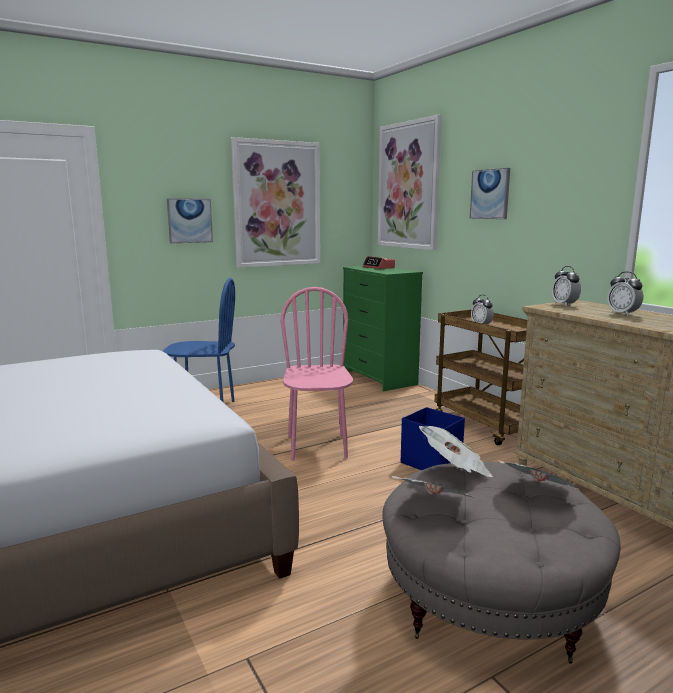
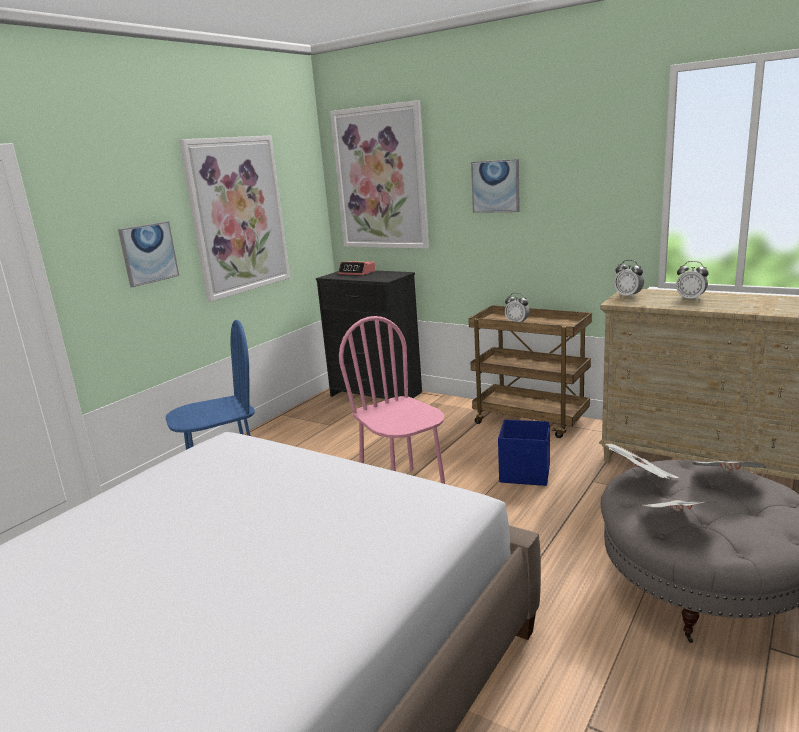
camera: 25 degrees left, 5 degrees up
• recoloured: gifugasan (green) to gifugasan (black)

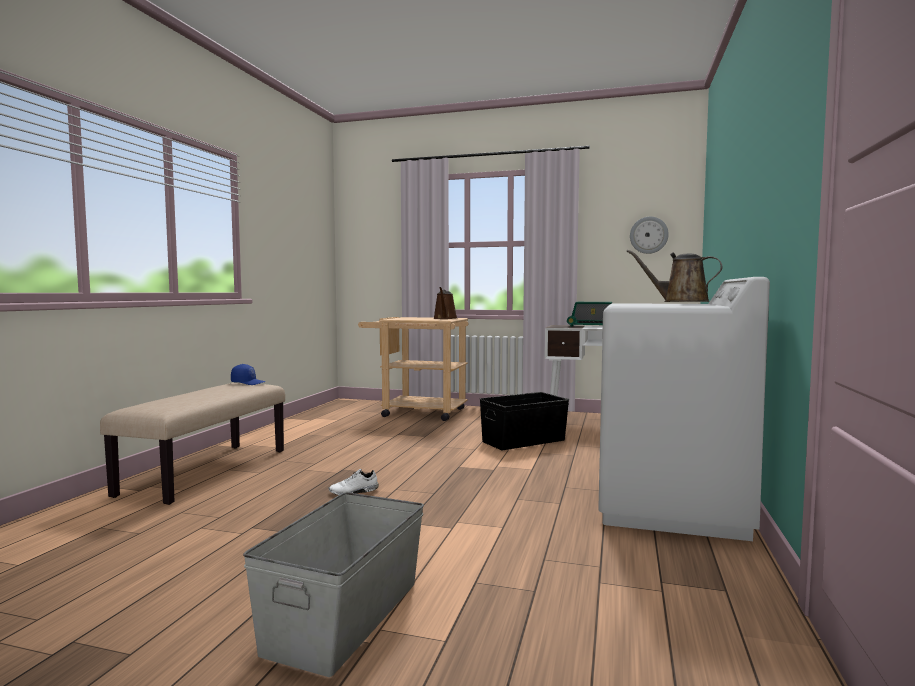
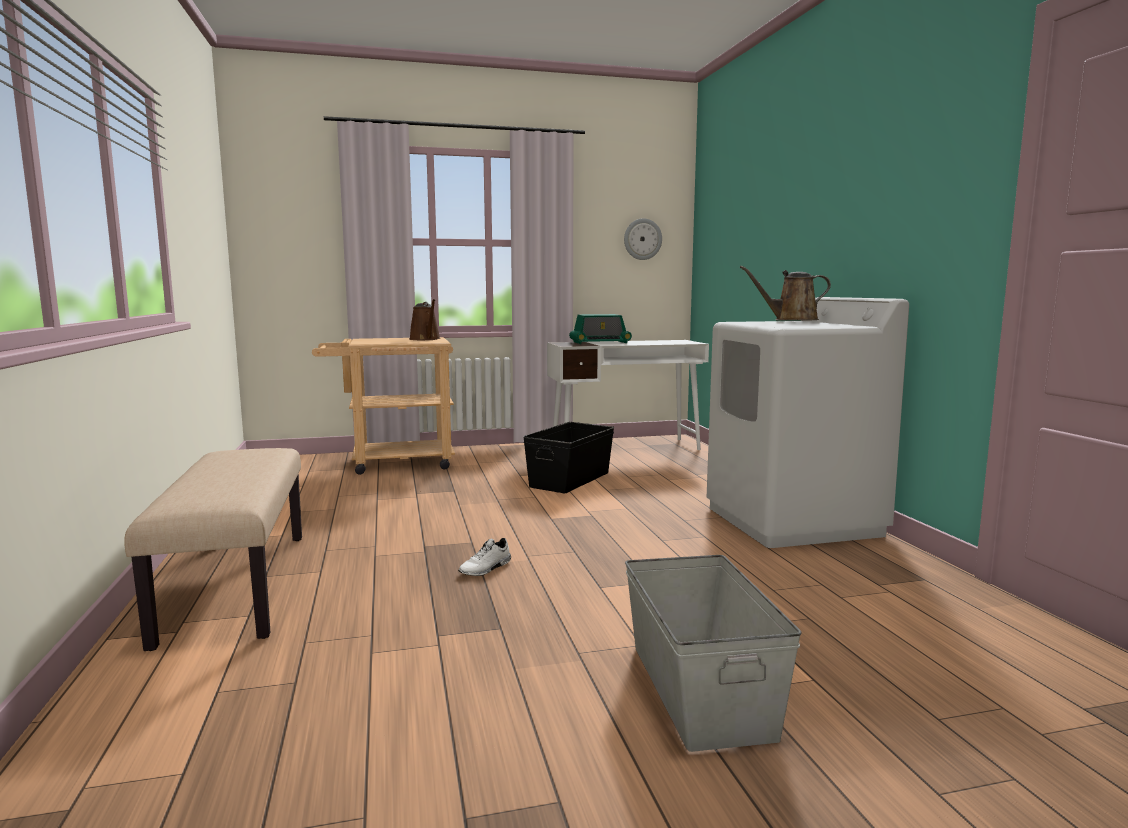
camera: 30 degrees left, 5 degrees up
• removed: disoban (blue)

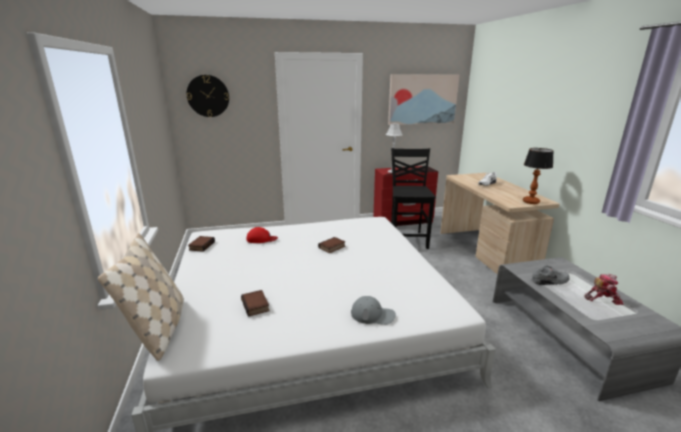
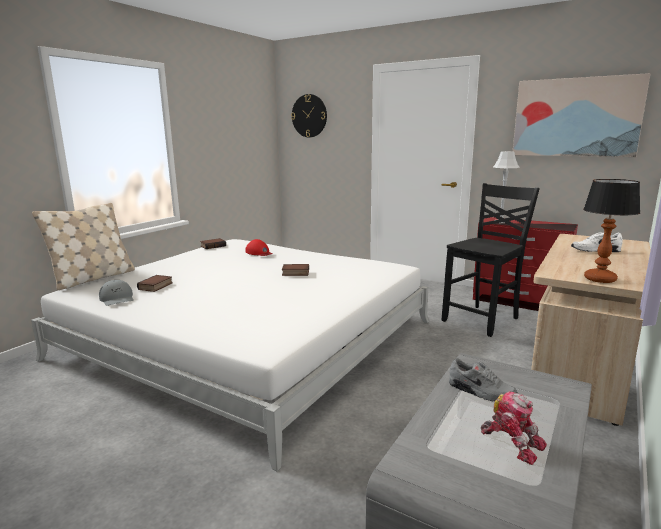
camera: 45 degrees right, 5 degrees down
• moved: disoban (grey)

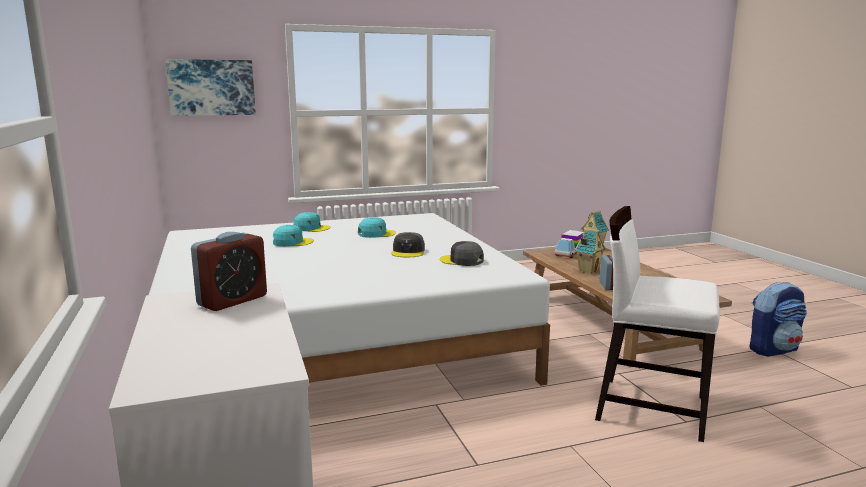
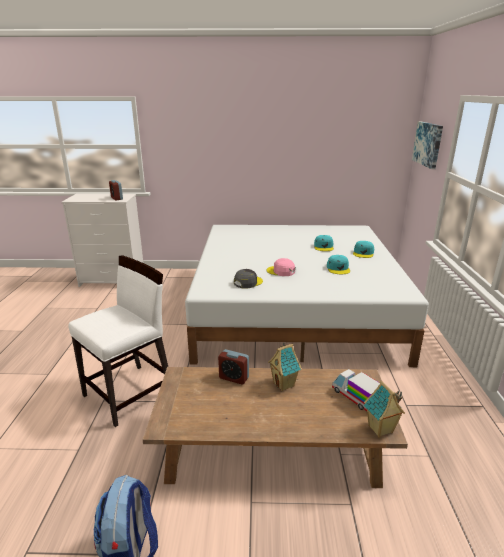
camera: 110 degrees right, 10 degrees up
• recoloured: disoban (grey) (1st from left) to disoban (pink)

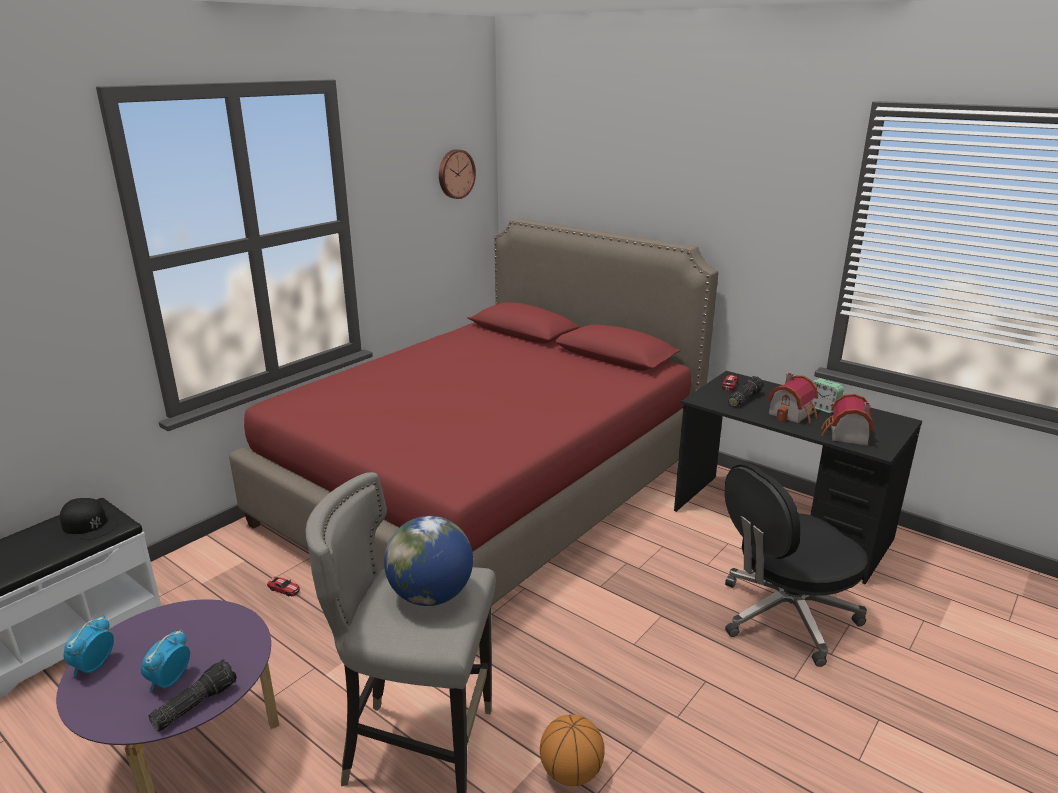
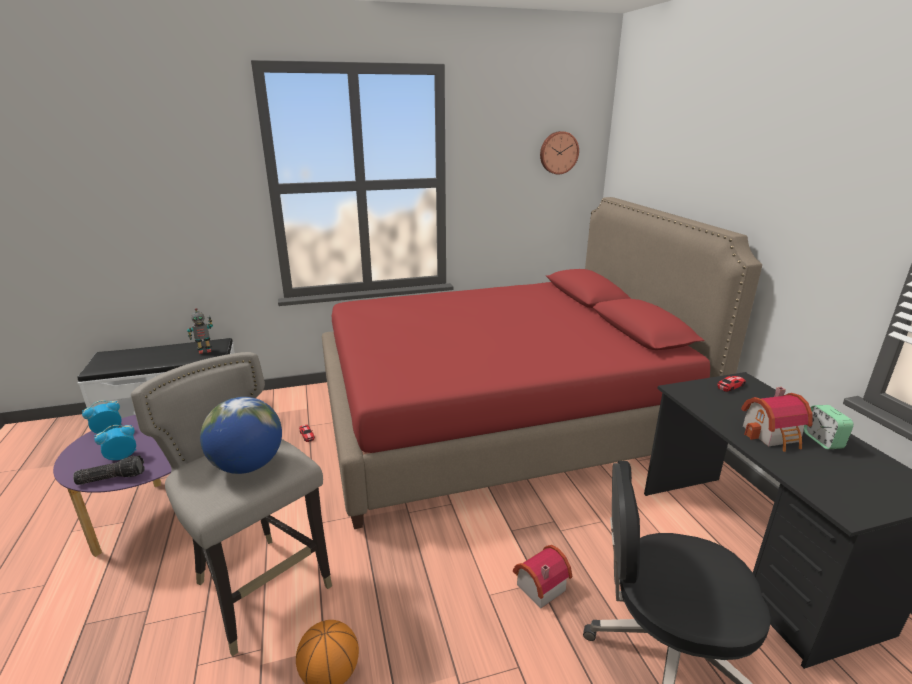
camera: 35 degrees right, 0 degrees up
• replaced: disoban (black) to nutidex
• removed: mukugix (2nd from left)
• moved: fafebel (2nd from left in the first image) to fafebel (1st from left)

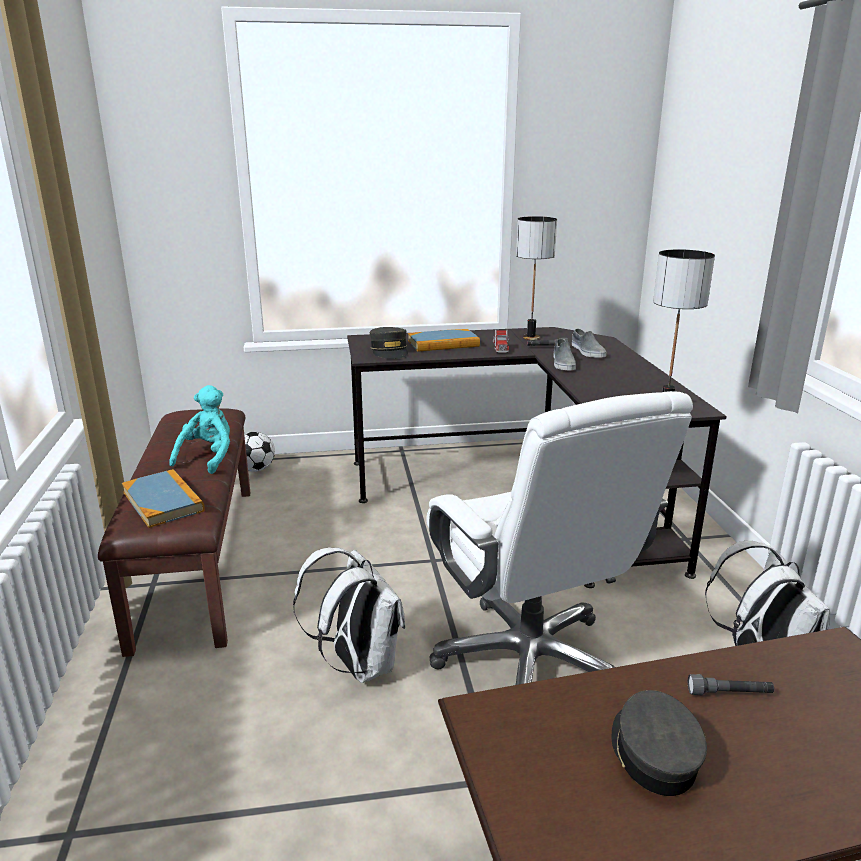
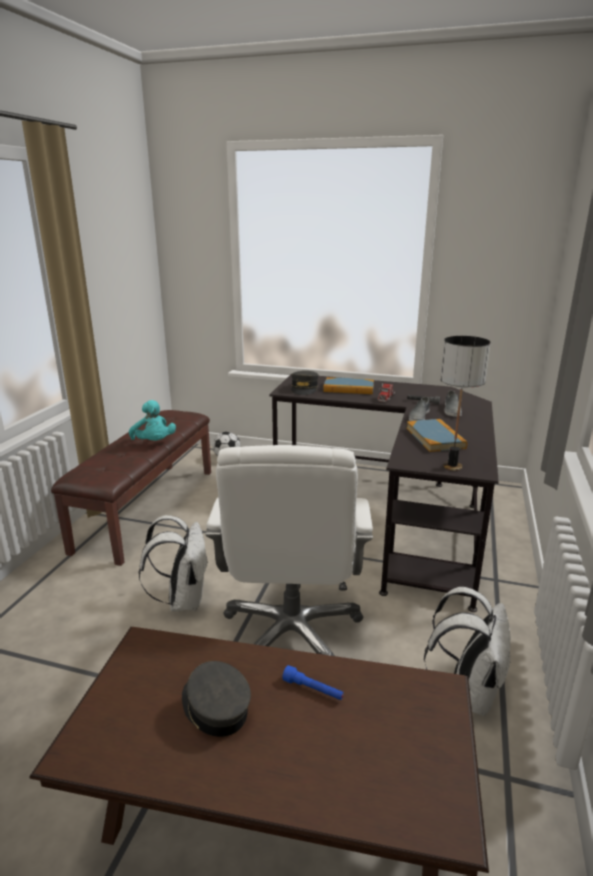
camera: 25 degrees right, 0 degrees up
• moved: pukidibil (1st from left in the first image) to pukidibil (2nd from left)
• turned: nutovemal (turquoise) 105 degrees clockwise
• removed: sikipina (1st from left)
• turned: disoban (grey) (2nd from left in the first image) 60 degrees counterclockwise
• recoloured: mukugix (grey) (2nd from left) to mukugix (blue)

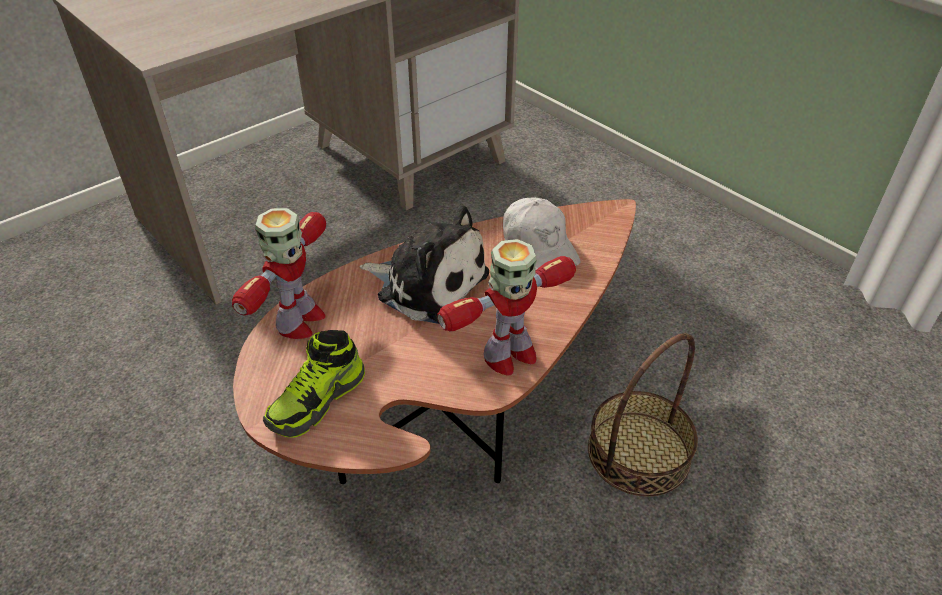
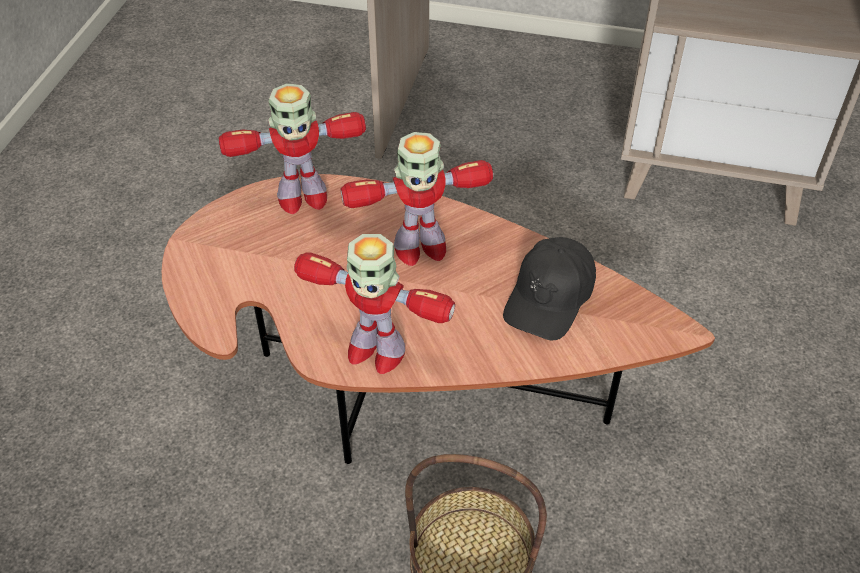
camera: 55 degrees right, 5 degrees up
• removed: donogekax
• replaced: nutovemal to nutidex (3rd from left)
• recoloured: disoban (white) to disoban (black)

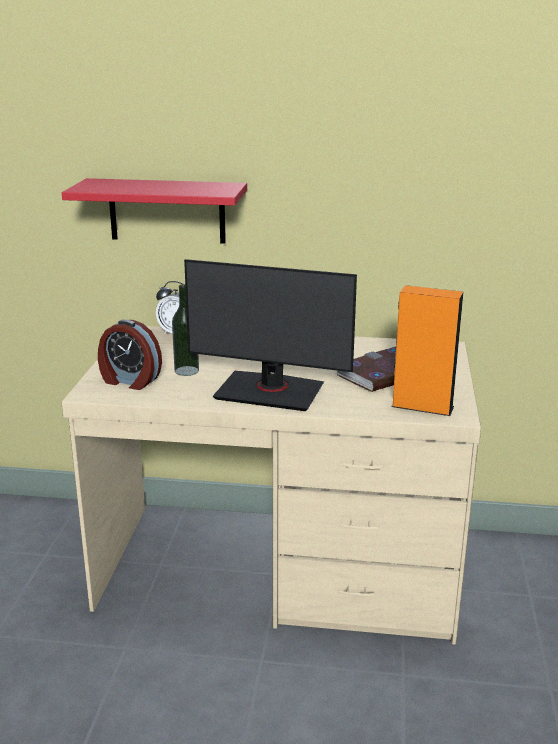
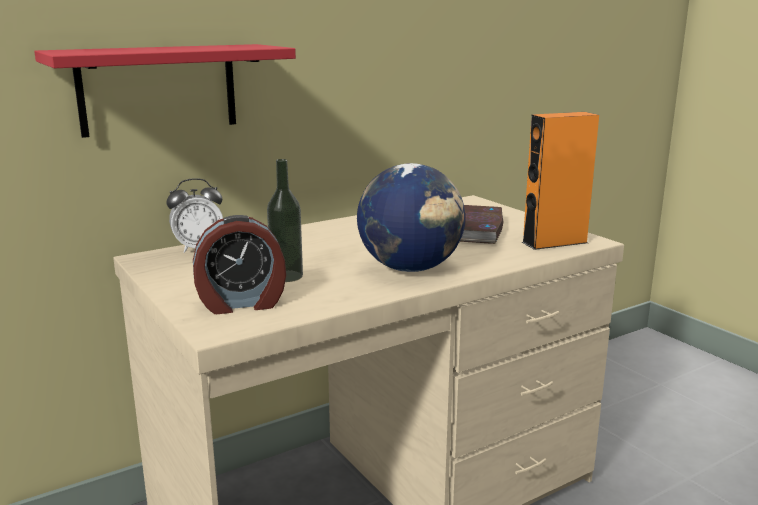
camera: 40 degrees left, 5 degrees down
• replaced: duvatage to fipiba

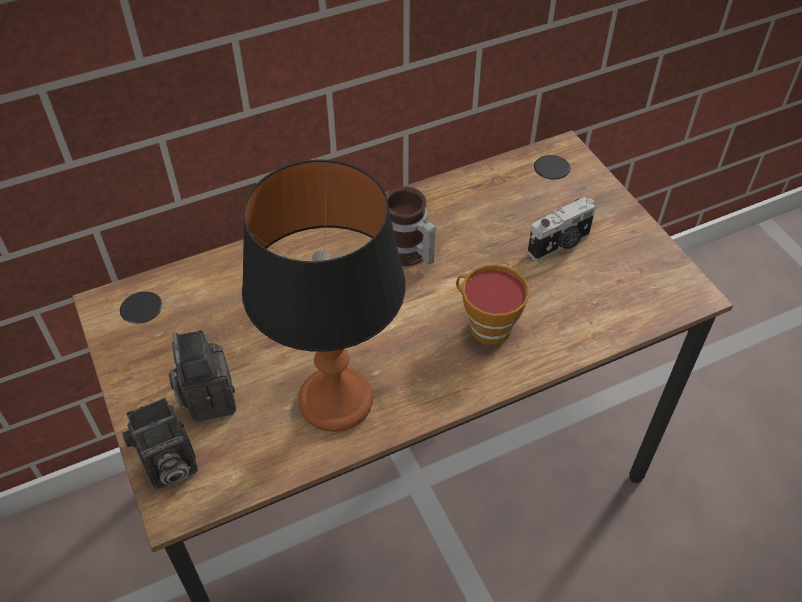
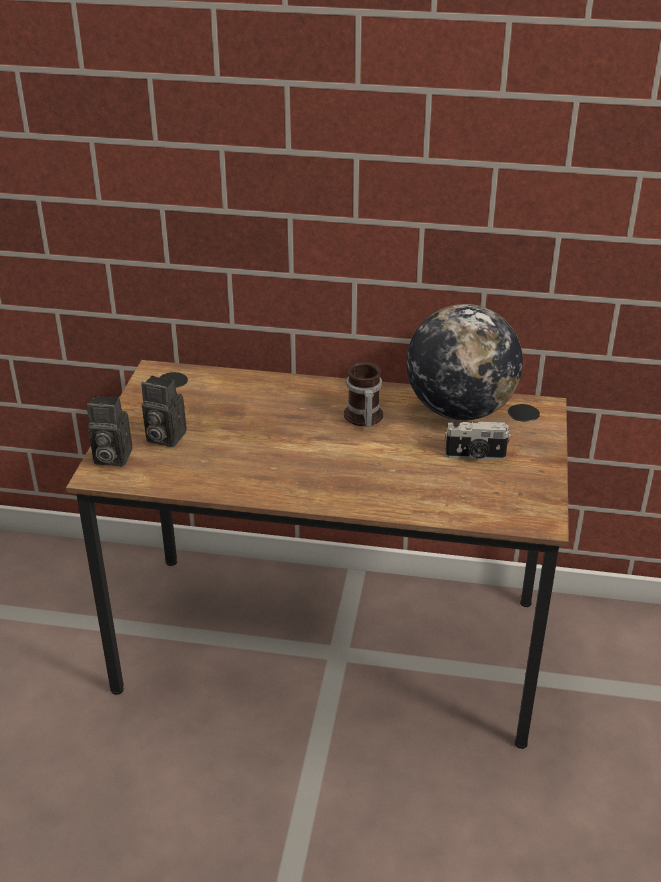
camera: 35 degrees right, 15 degrees down
• turned: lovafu (2nd from left) 90 degrees counterclockwise
• removed: sikipina
• removed: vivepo
• added: fipiba

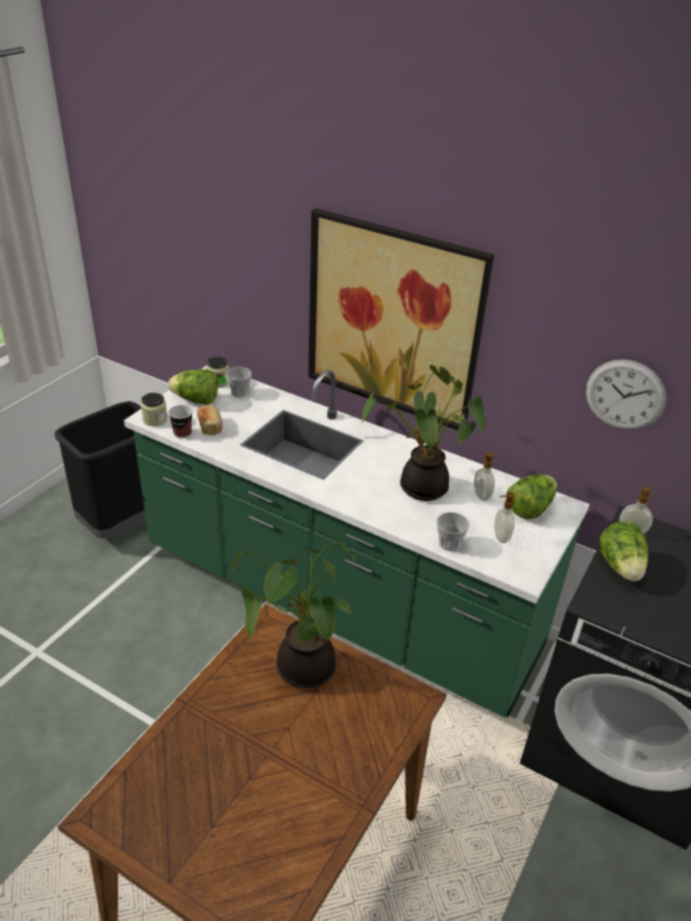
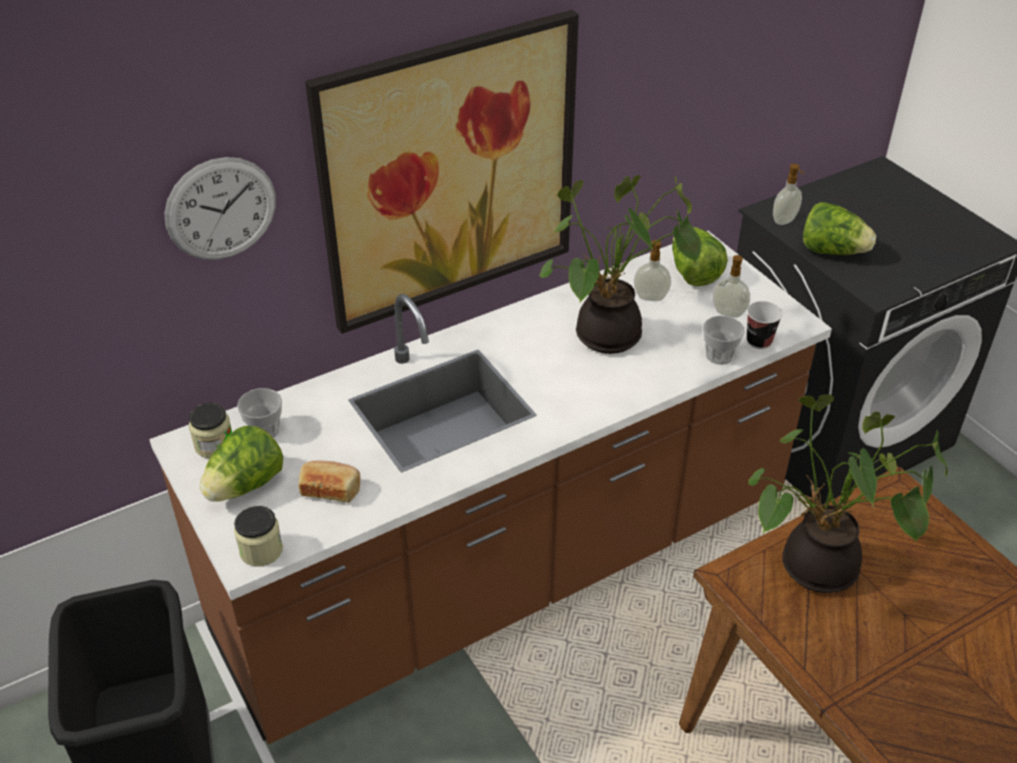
camera: 60 degrees left, 5 degrees up
• recoloured: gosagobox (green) to gosagobox (brown)
• moved: vivepo (1st from left in the first image) to vivepo (3rd from left)
• moved: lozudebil

